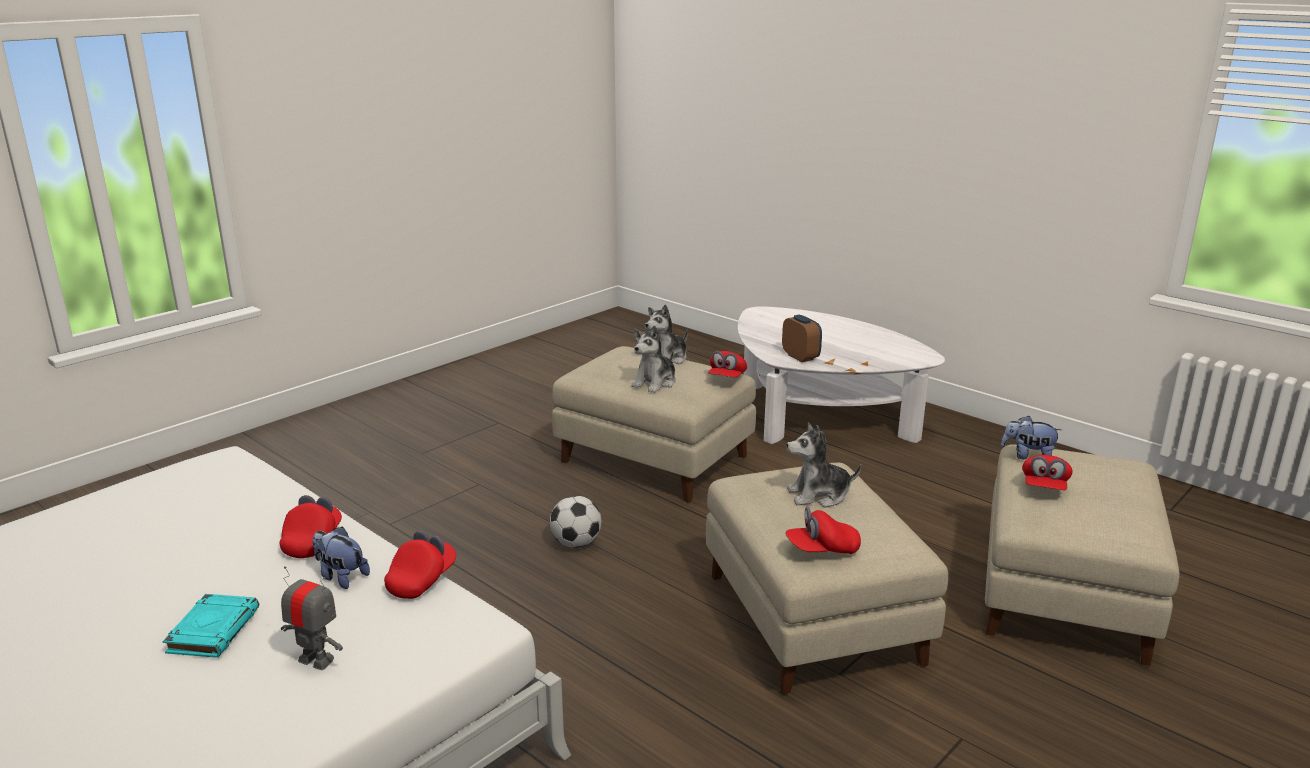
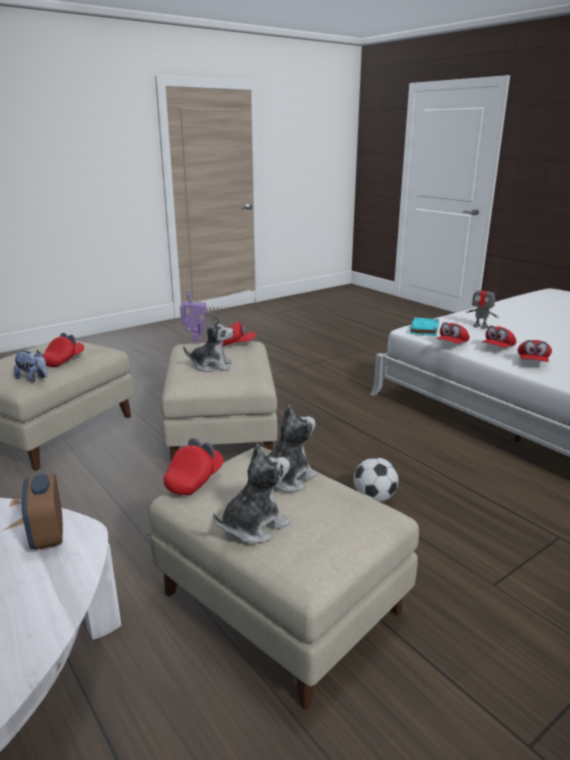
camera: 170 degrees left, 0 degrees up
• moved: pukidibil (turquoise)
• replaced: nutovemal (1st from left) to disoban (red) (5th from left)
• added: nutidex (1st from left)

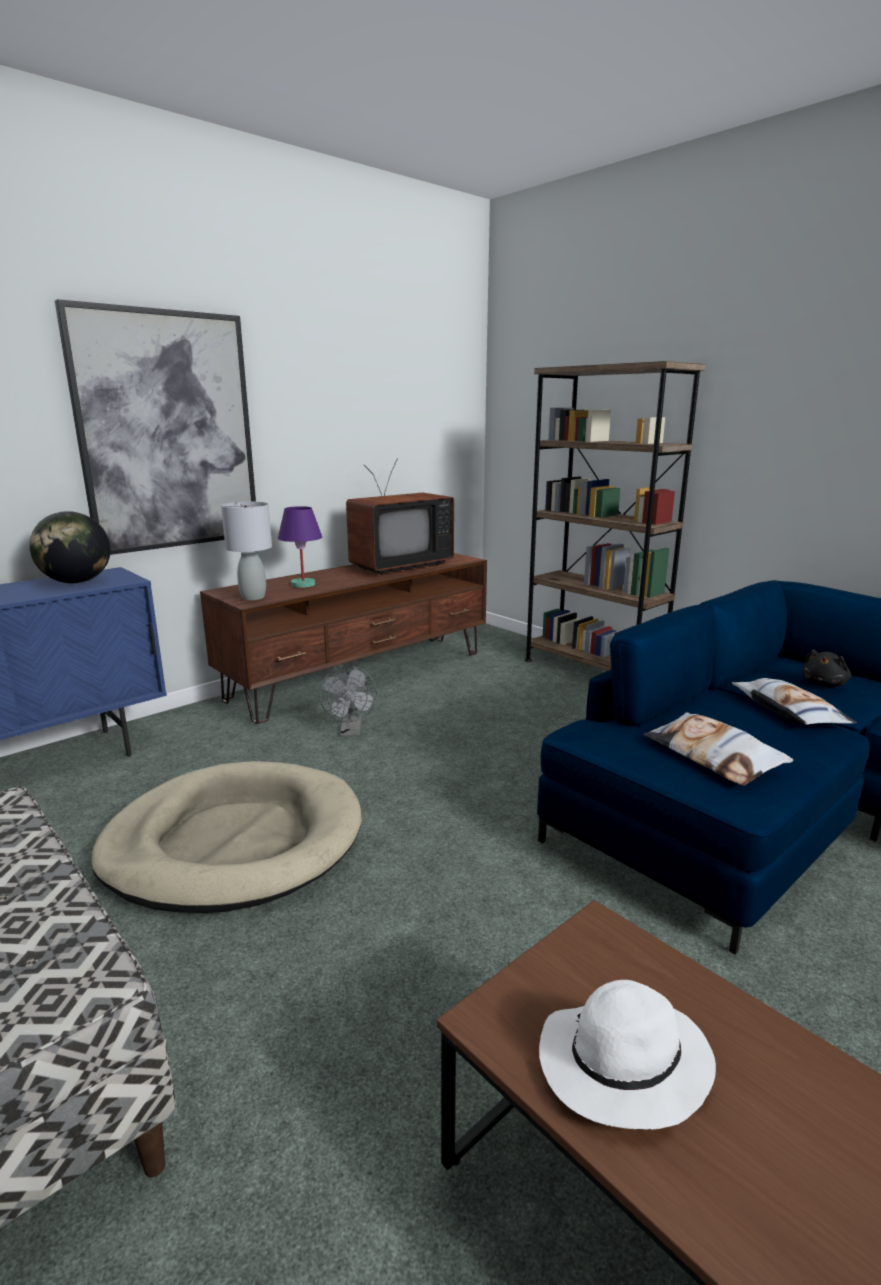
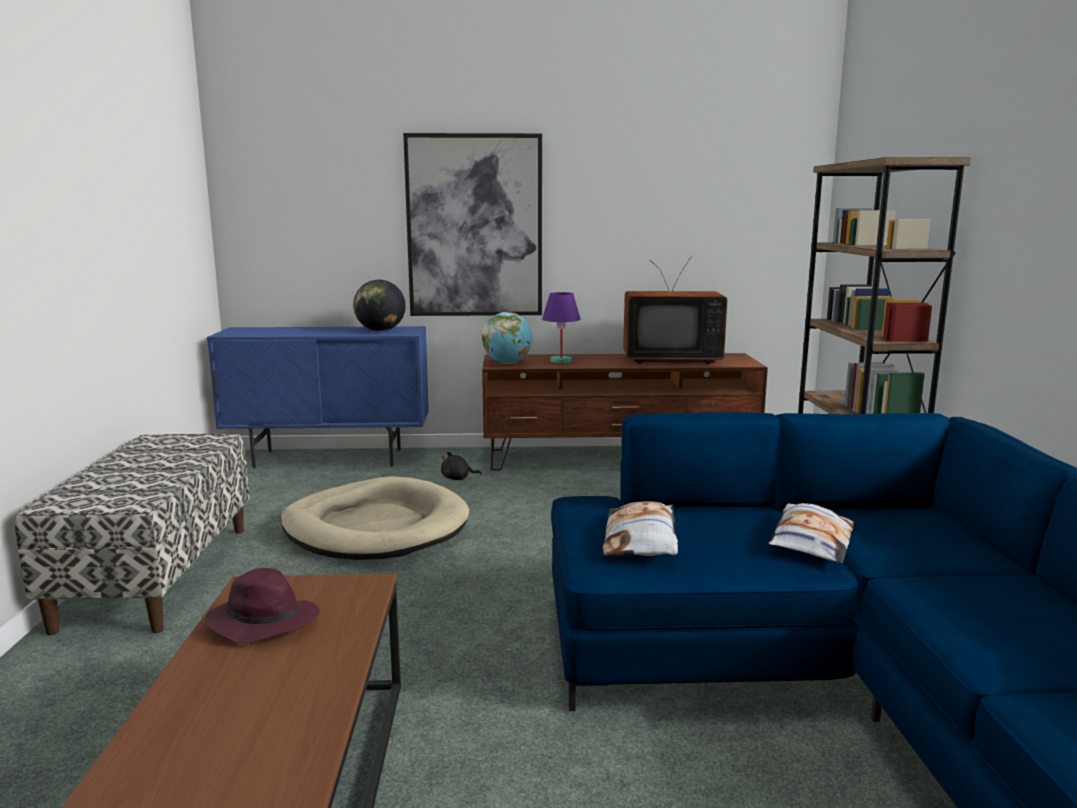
camera: 40 degrees right, 5 degrees down
• replaced: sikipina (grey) to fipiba (2nd from left)
• removed: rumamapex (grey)
• recoloured: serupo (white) to serupo (purple)
• moved: nutovemal (black)

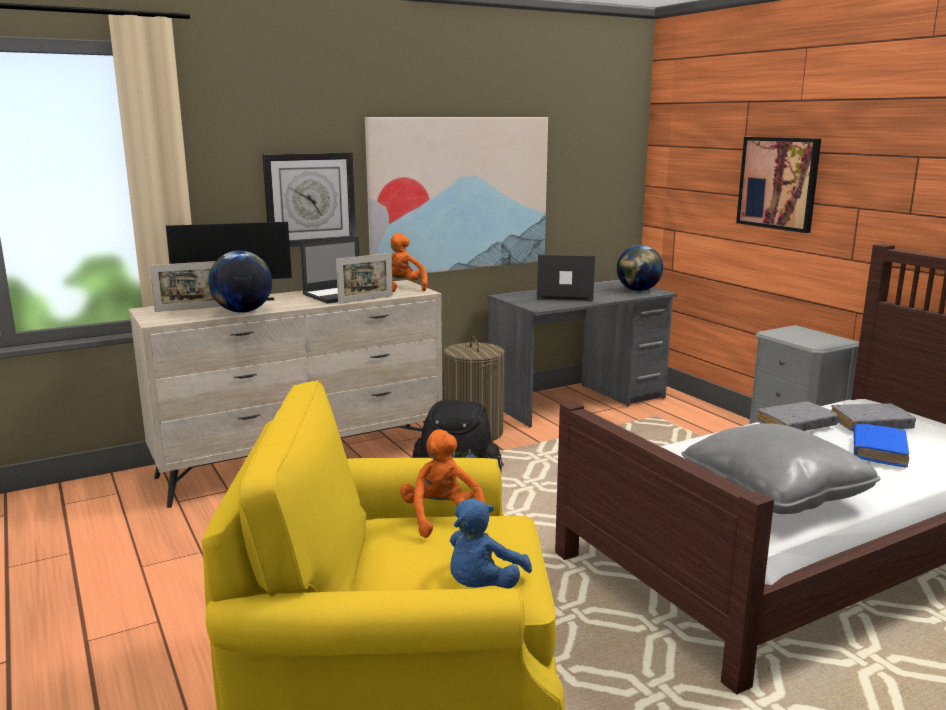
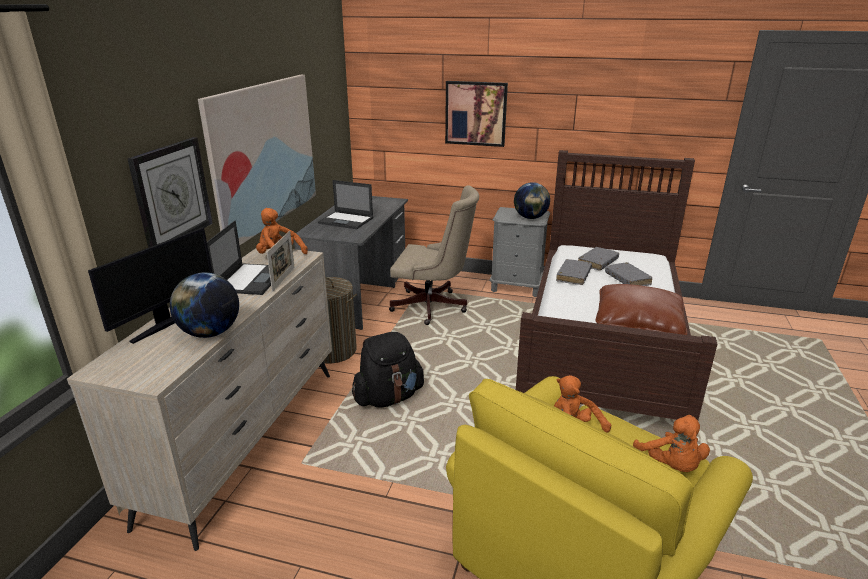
camera: 45 degrees left, 10 degrees up
• removed: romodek (1st from left)
• recoloured: nutovemal (blue) to nutovemal (orange) (3rd from left)
• turned: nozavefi (2nd from left) 120 degrees counterclockwise
• moved: fipiba (2nd from left)
• recoloured: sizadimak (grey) to sizadimak (brown)
• recoloured: pukidibil (blue) to pukidibil (grey) (3rd from left)
• added: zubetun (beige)

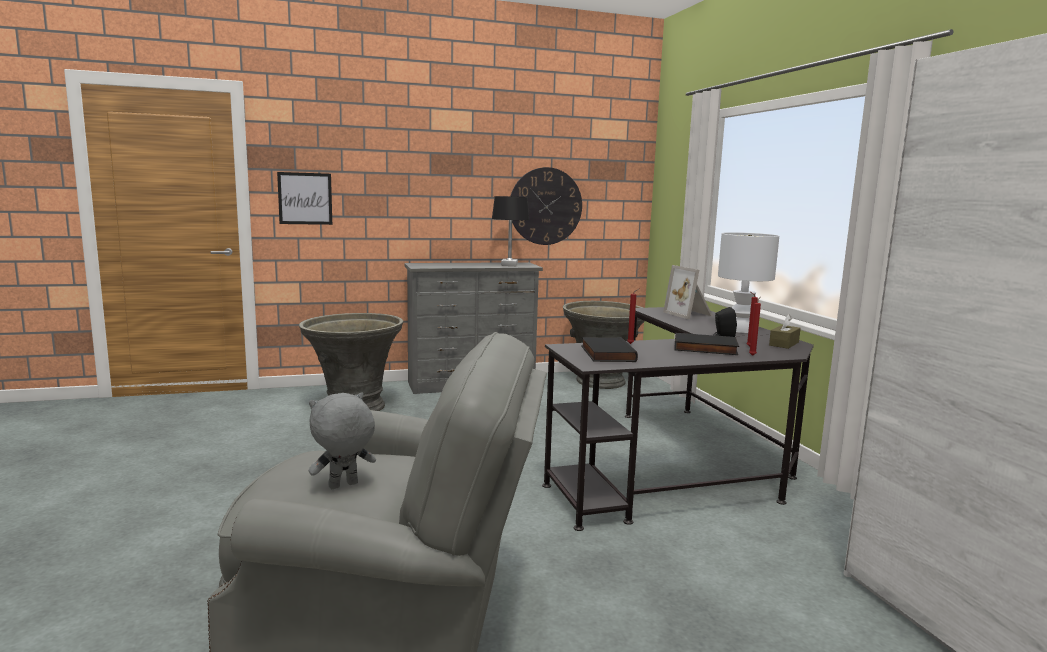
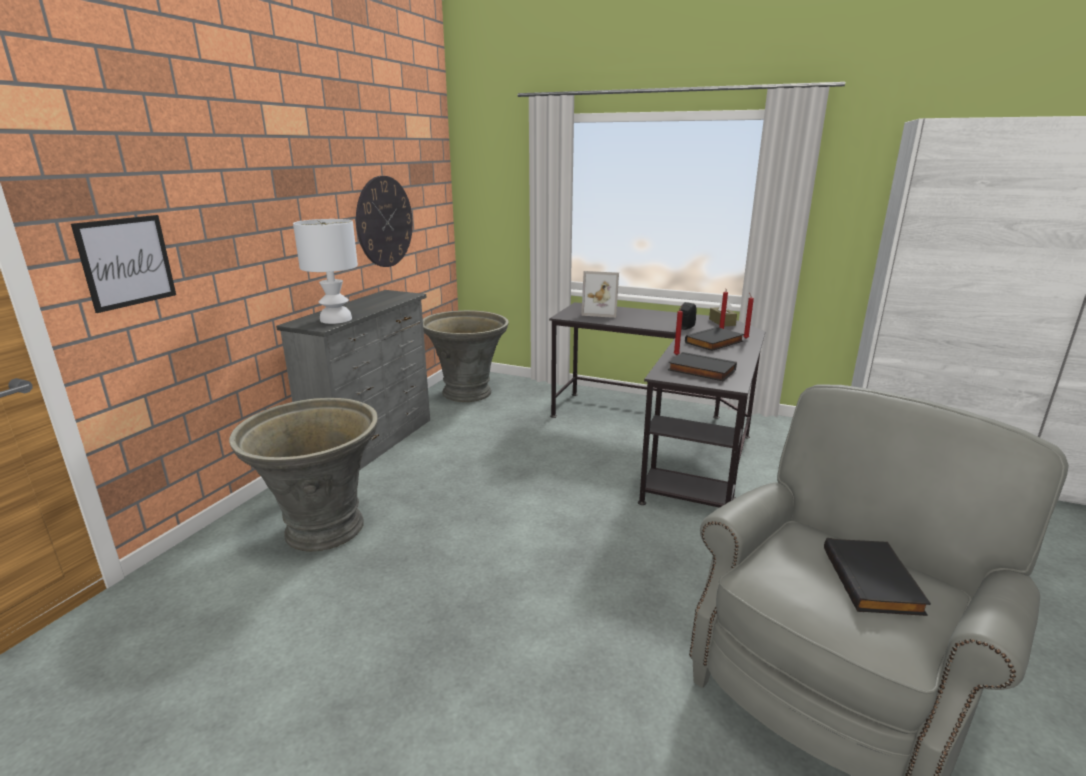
camera: 50 degrees left, 10 degrees up
• replaced: nutovemal (grey) to pukidibil (black) (3rd from left)
• removed: sikipina (black)
• moved: sikipina (white)

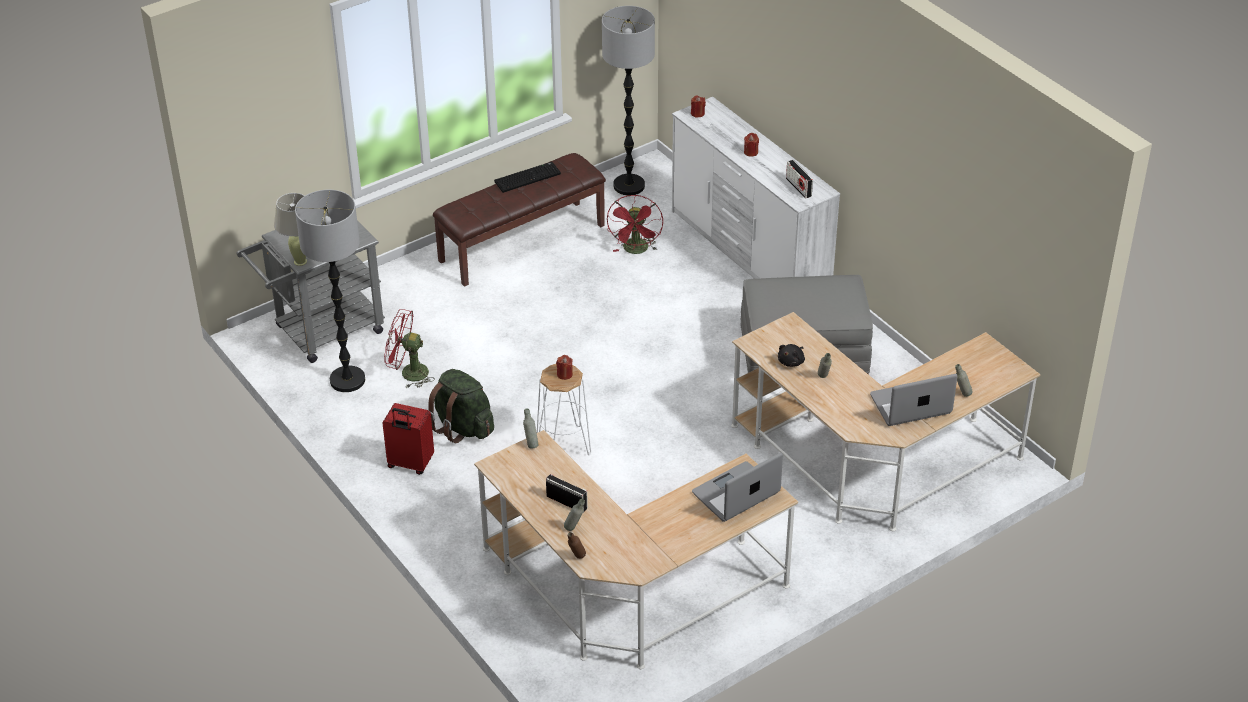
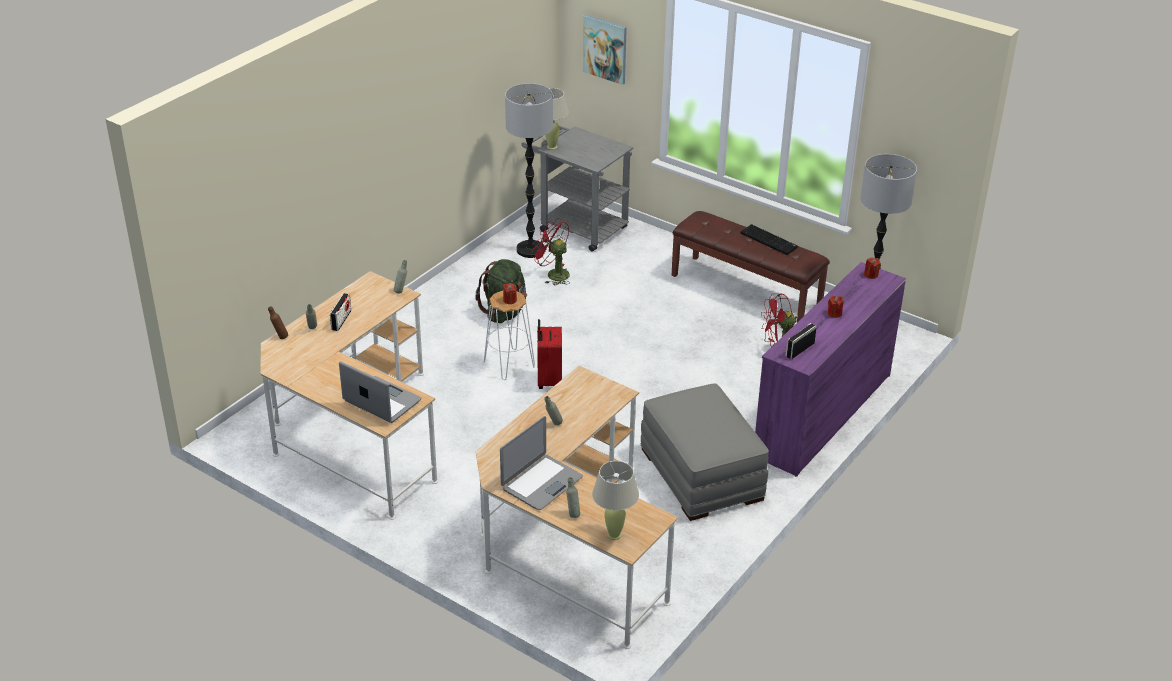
camera: 70 degrees right, 5 degrees down
• moved: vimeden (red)
• turned: rumamapex (red) (1st from left) 45 degrees counterclockwise
• recoloured: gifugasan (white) to gifugasan (purple)
• removed: nutovemal (black)
• turned: nozavefi (2nd from left) 75 degrees clockwise
• added: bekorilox
• added: sikipina (beige) (2nd from left)

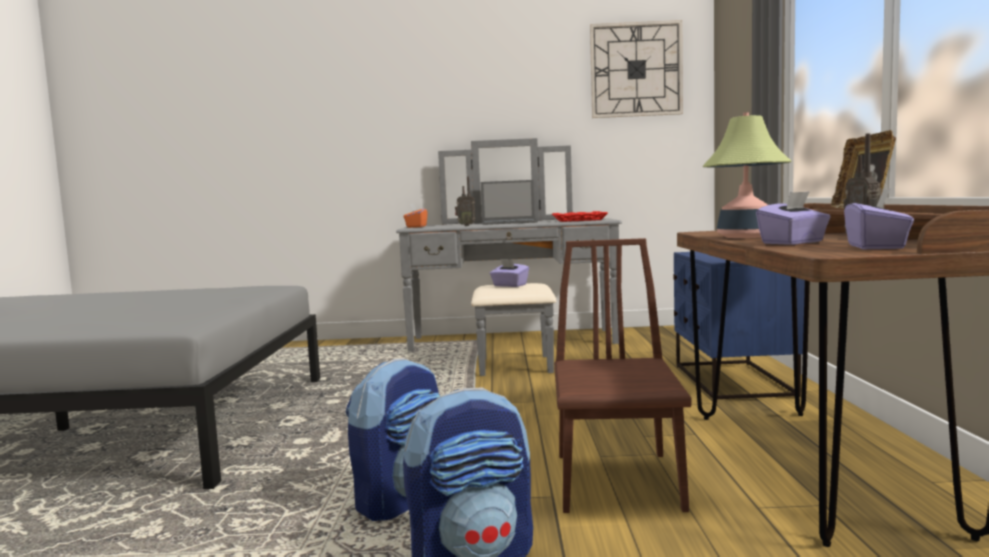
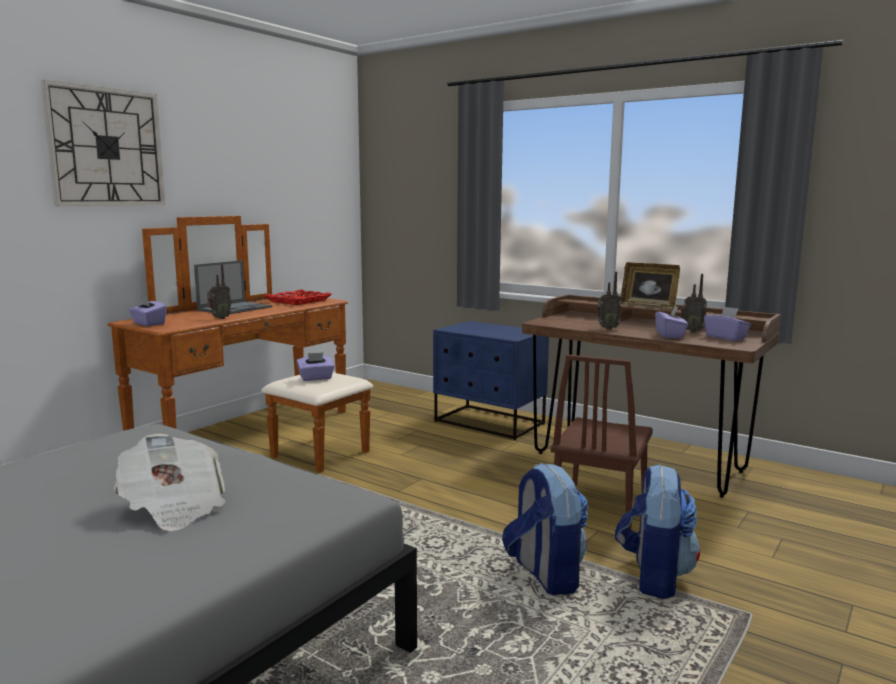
camera: 55 degrees left, 5 degrees up
• recoloured: gifugasan (grey) to gifugasan (brown)
• recoloured: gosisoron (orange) to gosisoron (purple) (1st from left)
• turned: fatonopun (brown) 105 degrees counterclockwise
• moved: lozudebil
• replaced: sikipina to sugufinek (2nd from left)
• added: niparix

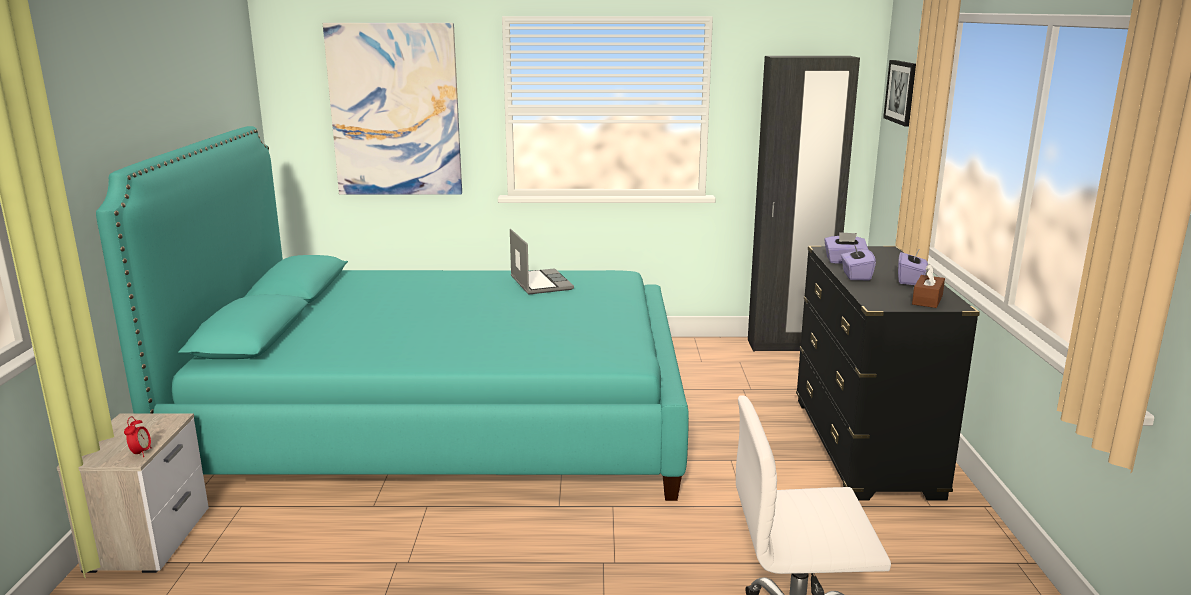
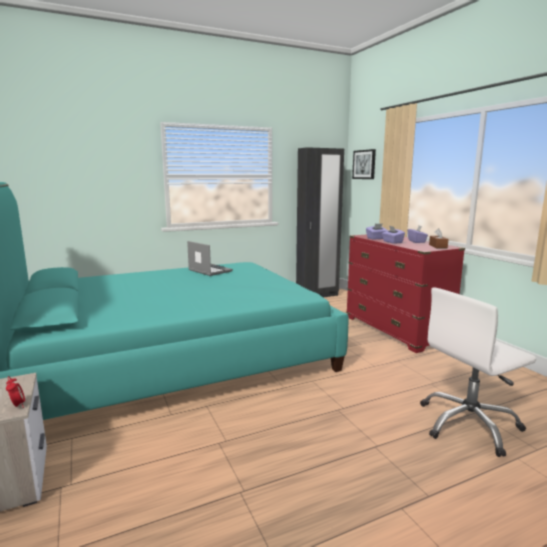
camera: 25 degrees left, 5 degrees down
• removed: bekorilox (1st from left)
• recoloured: gifugasan (black) to gifugasan (red)

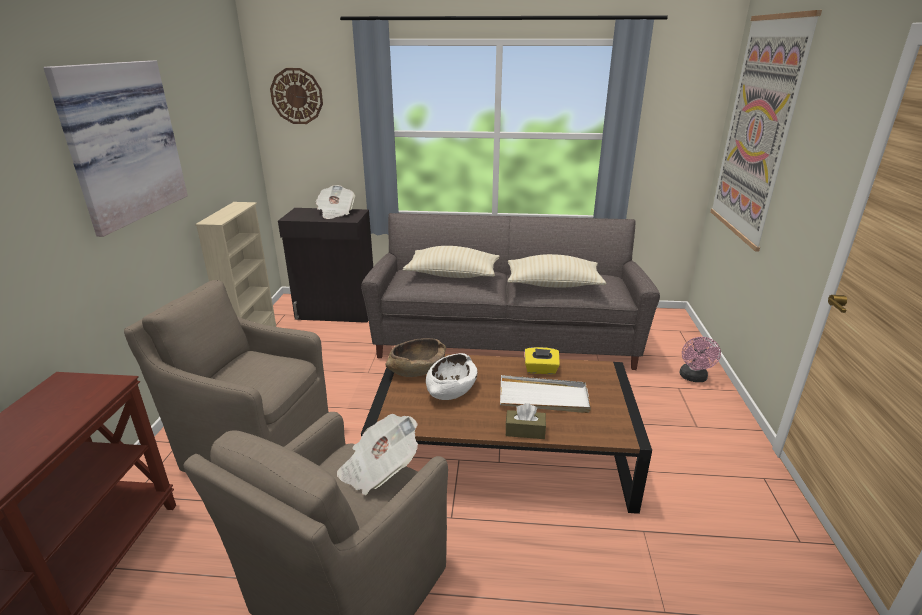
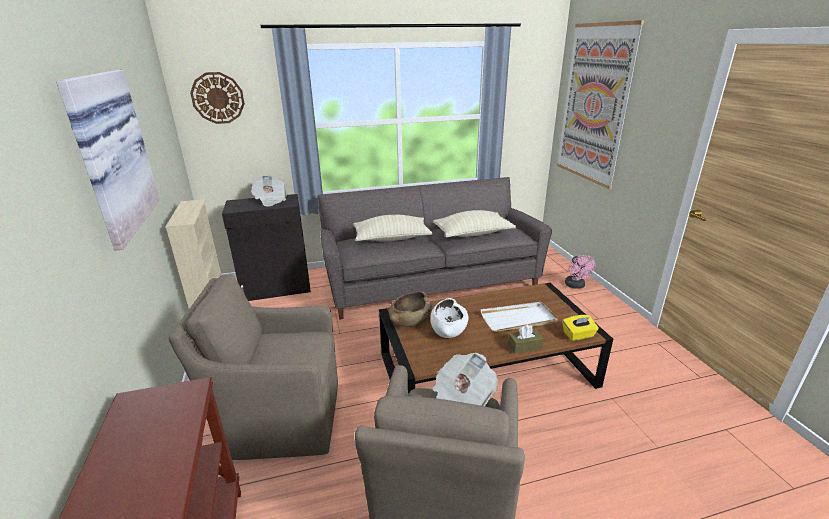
camera: 20 degrees left, 0 degrees up
• moved: gosisoron (yellow)

